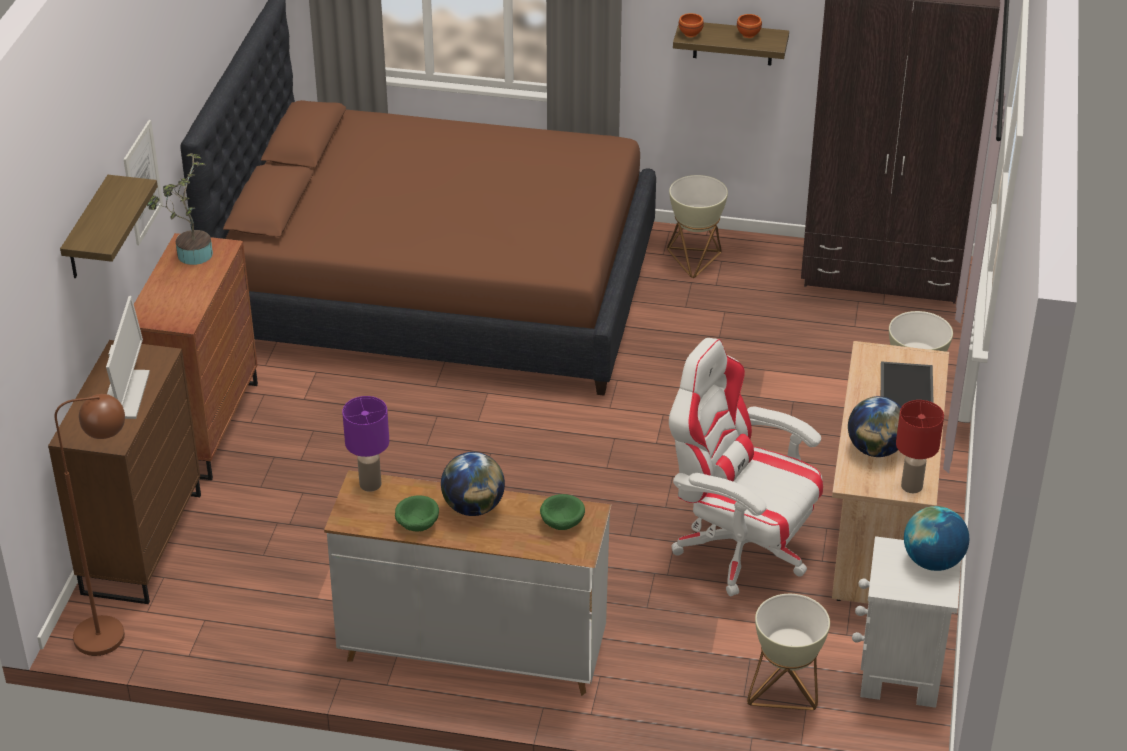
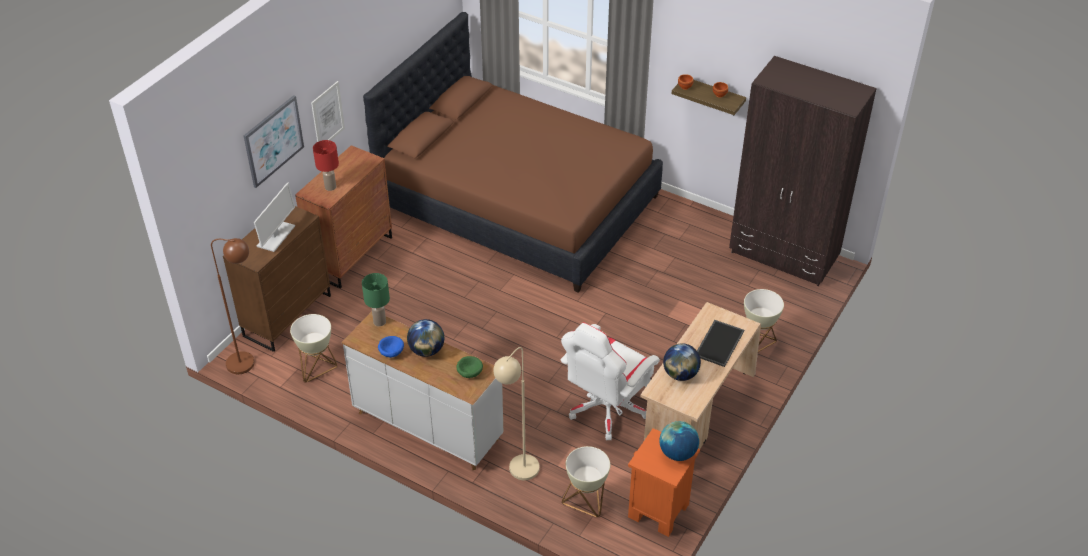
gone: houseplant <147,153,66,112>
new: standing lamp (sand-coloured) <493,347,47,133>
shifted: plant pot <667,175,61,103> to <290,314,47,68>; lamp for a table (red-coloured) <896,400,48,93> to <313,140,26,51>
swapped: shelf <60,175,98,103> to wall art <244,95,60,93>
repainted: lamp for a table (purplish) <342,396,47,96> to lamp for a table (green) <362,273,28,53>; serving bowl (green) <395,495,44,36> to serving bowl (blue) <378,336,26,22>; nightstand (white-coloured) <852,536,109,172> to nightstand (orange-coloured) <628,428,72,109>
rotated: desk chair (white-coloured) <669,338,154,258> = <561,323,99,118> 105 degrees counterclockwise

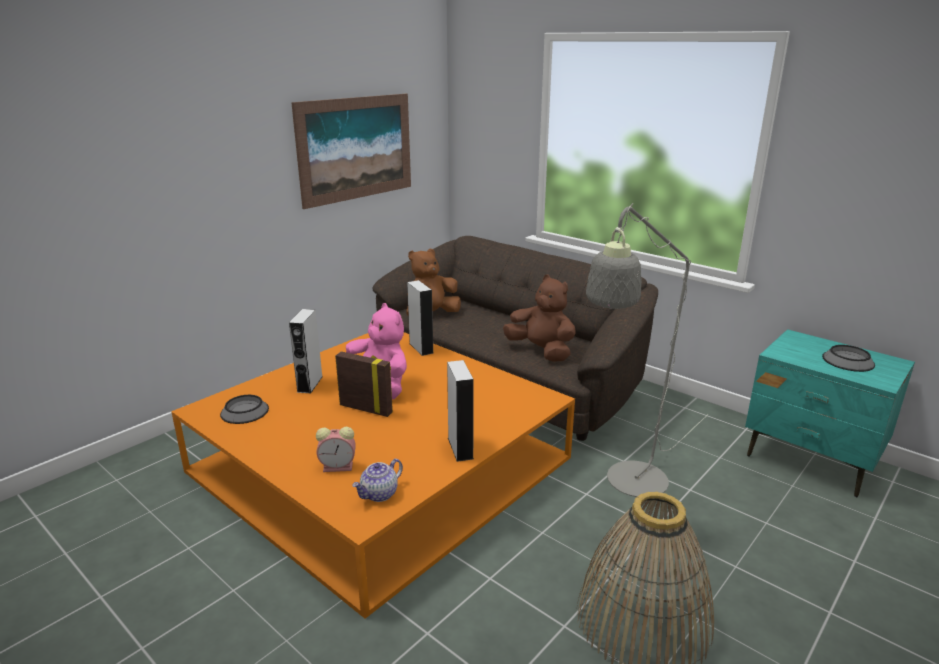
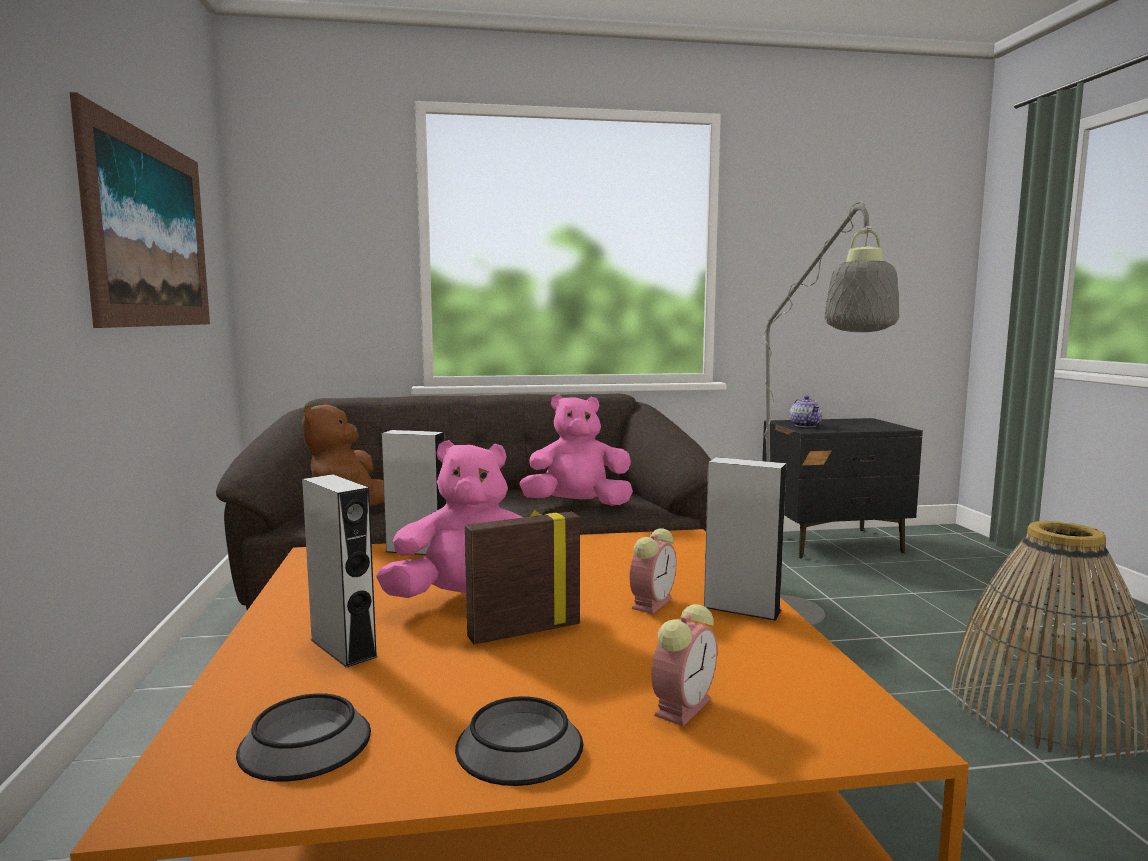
new: table clock <630,528,46,86>
shifted: serving bowl <822,345,53,27> to <455,696,128,90>; pot for tea <352,459,51,43> to <790,396,32,31>
repainted: plush toy (brownish) <503,275,73,87> to plush toy (pinkish) <519,395,114,111>; nightstand (turquoise) <745,329,170,168> to nightstand (blackish) <762,418,161,140>

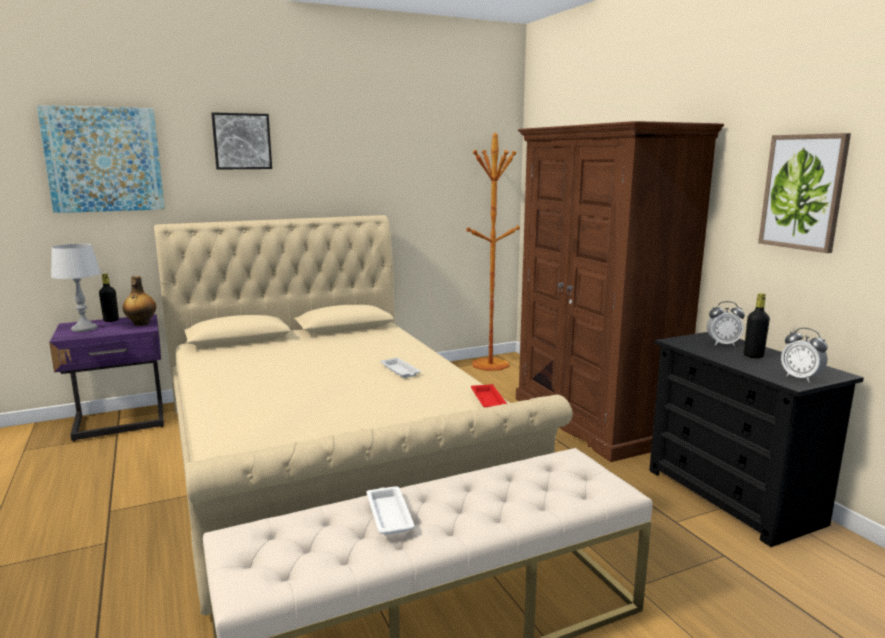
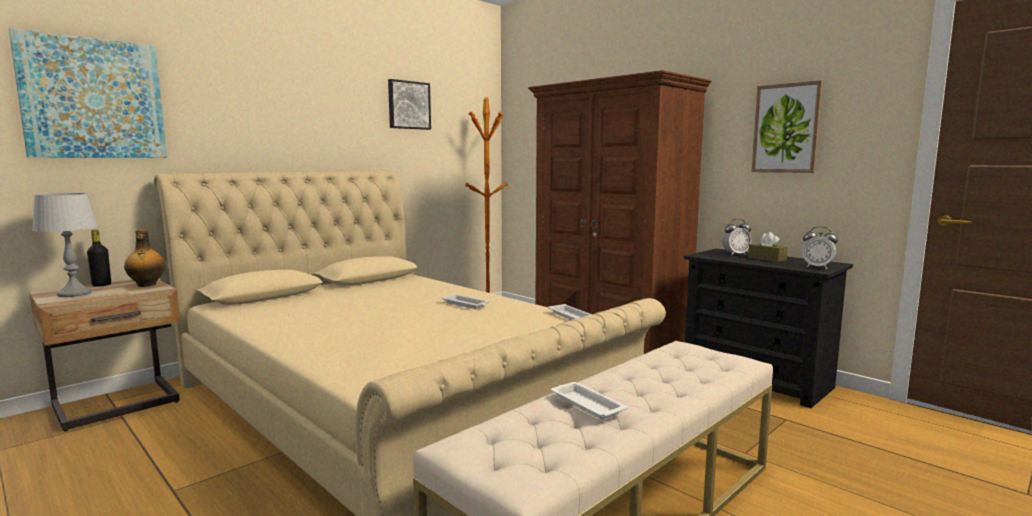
shifted: wall art <211,112,61,58> to <388,79,43,51>
swapped: drink bottle (blackish) <744,293,26,65> to box of tissues (brownish) <748,232,40,30>
repainted: nightstand (purplish) <49,314,115,127> to nightstand (sand-coloured) <29,279,151,153>; serving tray (red-coloured) <471,384,36,23> to serving tray (white-coloured) <548,304,43,16>

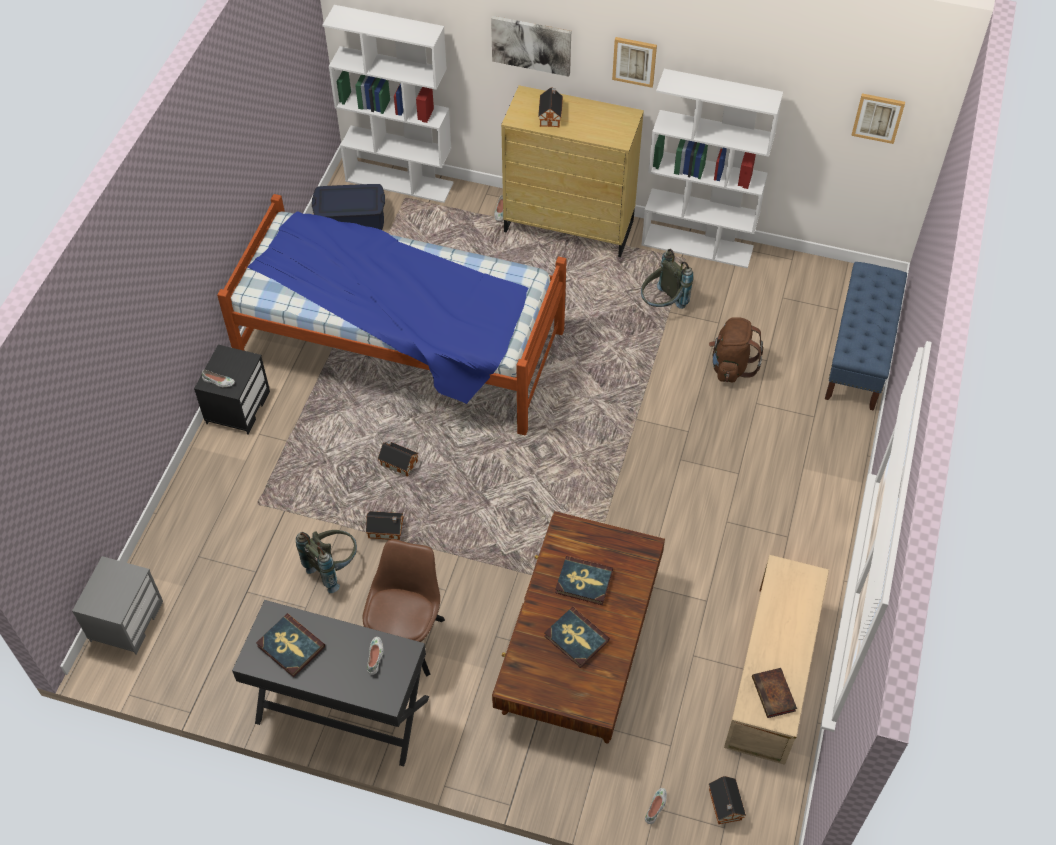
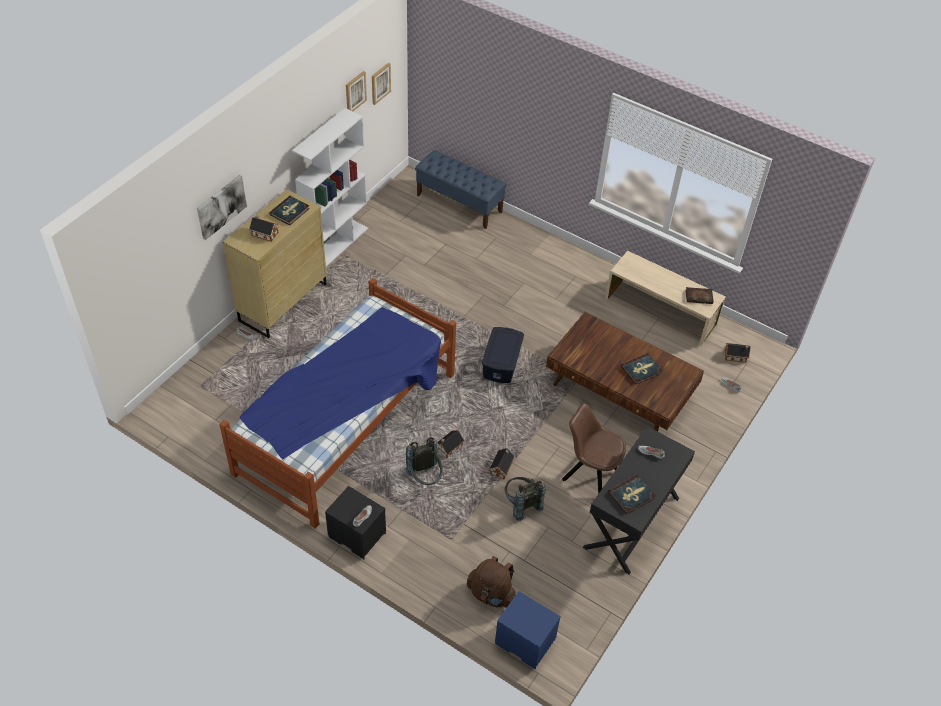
gone: bookcase (white-coloured) <323,5,131,198>
shifted: bound book <555,556,58,49> to <269,196,40,30>; wall art <612,37,45,51> to <346,71,21,40>; knapsack (gray) <641,249,52,60> to <404,437,39,48>; knapsack (brownish) <709,317,54,66> to <467,556,49,52>; storage box (blue) <312,184,73,46> to <482,327,42,56>
repainted: nightstand (gray) <72,556,91,99> to nightstand (blue) <495,591,66,78>

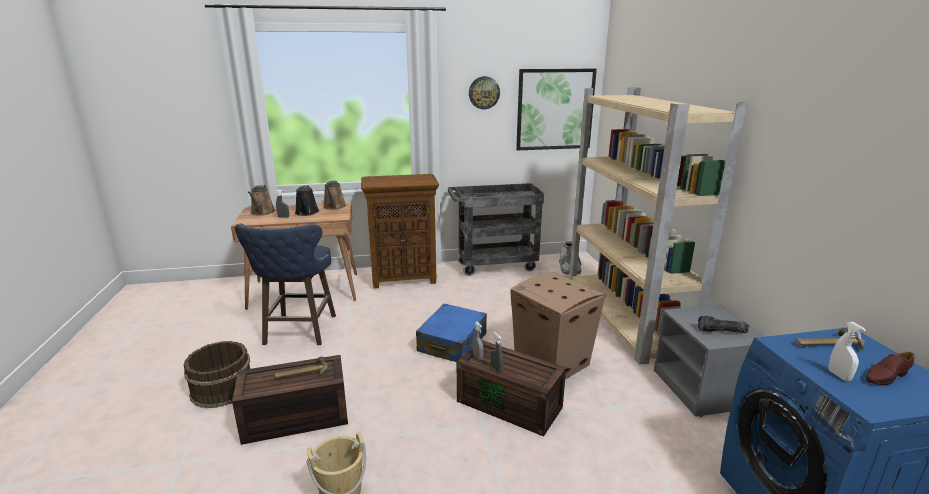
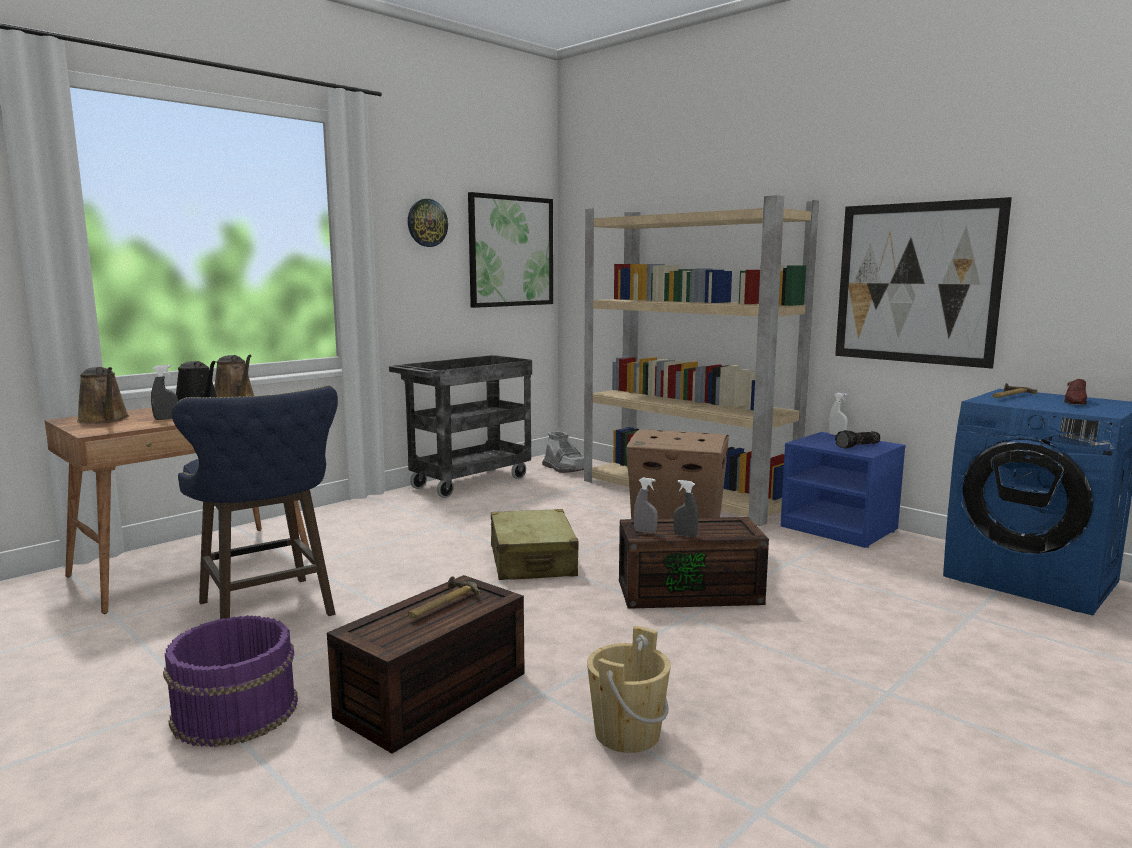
gone: cupboard (brownish) <361,174,78,114>
new: wall art <835,197,177,172>
shifted: spray bottle (white-coloured) <829,322,37,59> to <829,393,19,42>
repainted: pail (brownish) <184,341,66,67> to pail (purplish) <163,615,135,132>; travel case (blue) <416,303,71,59> to travel case (sand-coloured) <491,509,88,71>; nightstand (gray) <654,304,112,113> to nightstand (blue) <780,432,126,116>

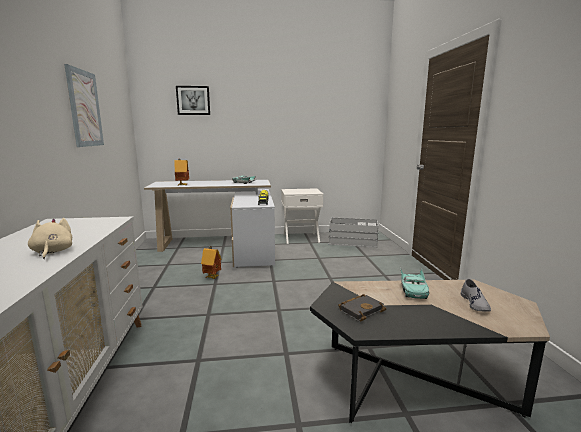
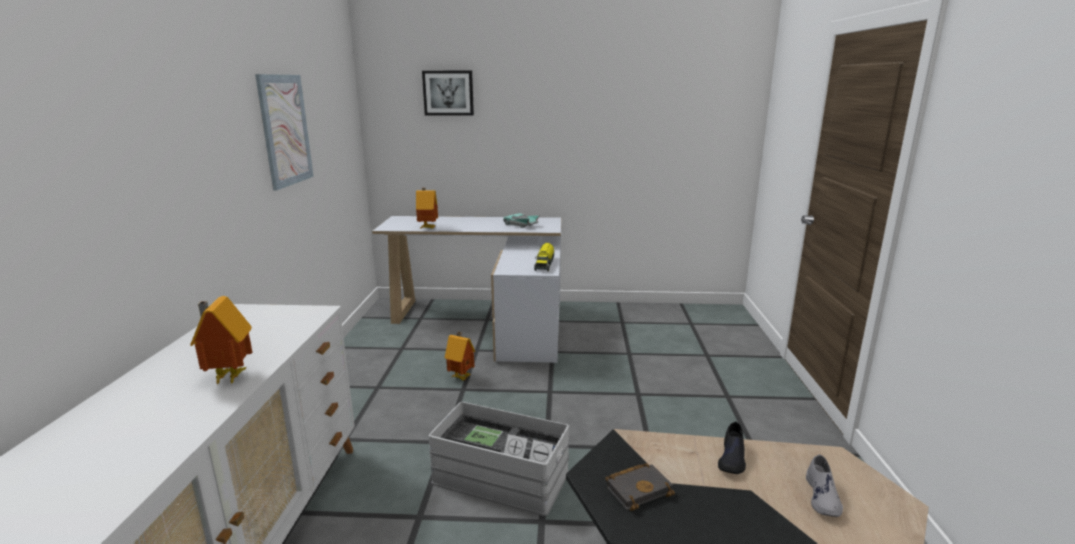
gone: nightstand (white-coloured) <281,188,42,56>
shifted: storage box (gray) <329,218,50,30> to <429,402,140,114>
swapped: plush toy (sand-coloured) <28,218,44,41> to toy house <190,296,63,89>; miniature car (turquoise) <400,266,29,33> to shoe (blackish) <718,421,28,53>

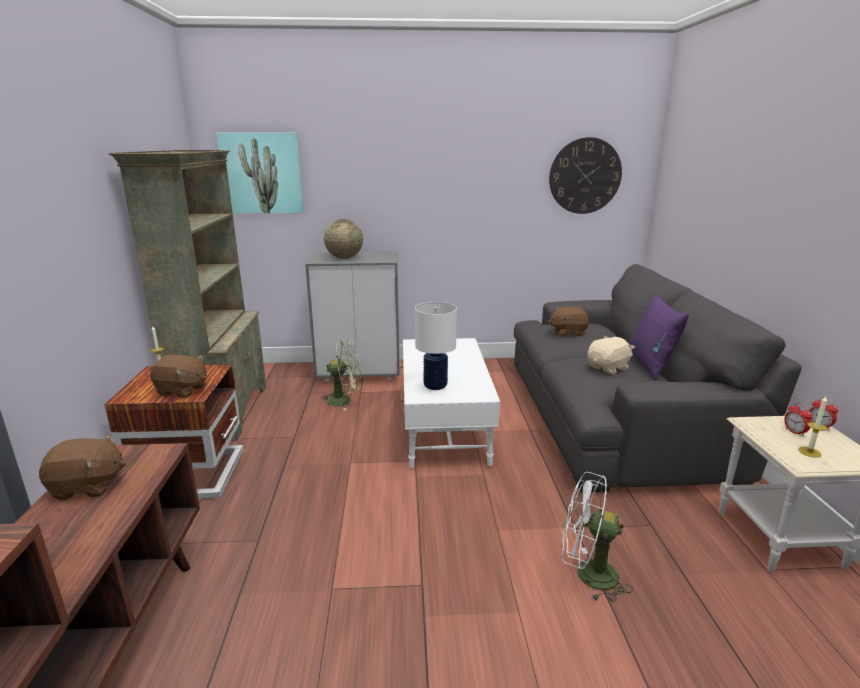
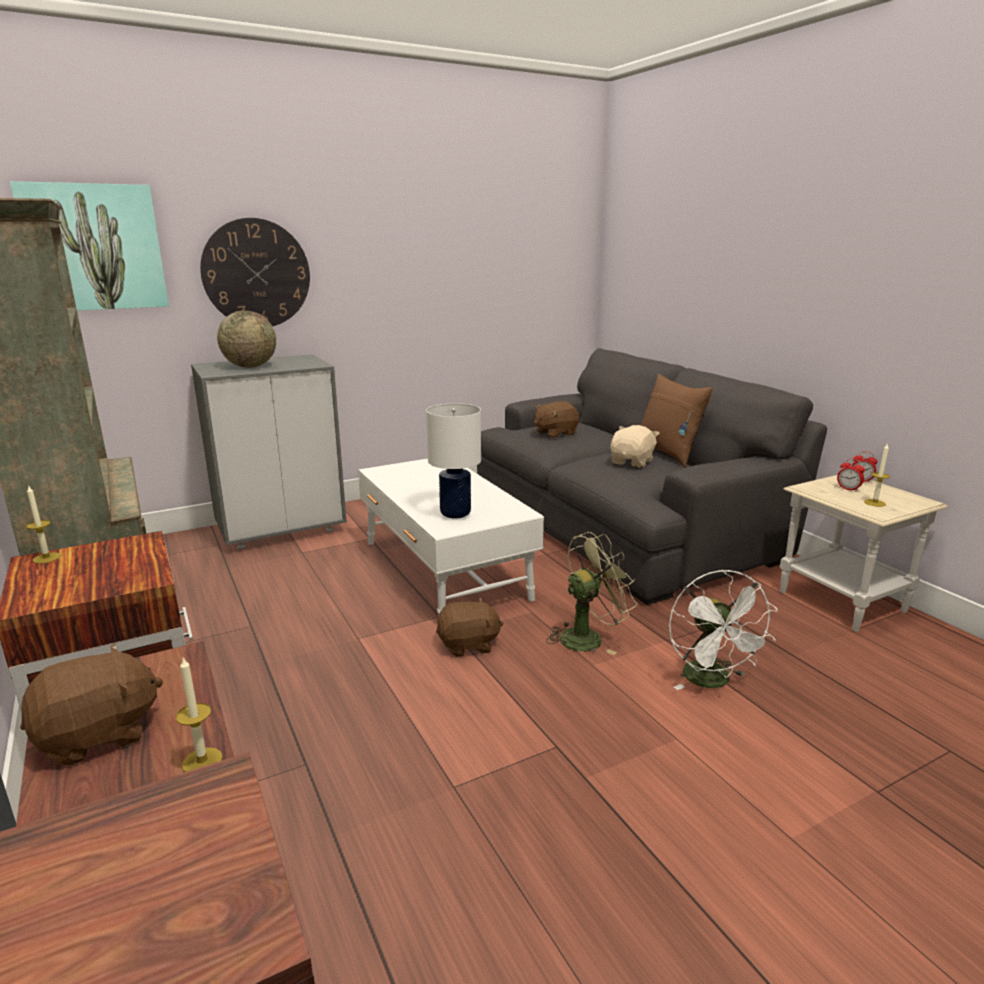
new: wax light <176,657,47,115>
shifted: hanging clock <549,137,73,77> to <200,218,110,108>; plush toy (brownish) <150,354,57,44> to <436,597,68,60>; cooling fan (green) <320,339,41,72> to <546,532,91,123>
repainted: cushion (purplish) <629,294,60,86> to cushion (brownish) <641,374,72,93>
rotated: cooling fan (white-coloured) <562,472,71,130> = <669,570,109,120> 90 degrees counterclockwise

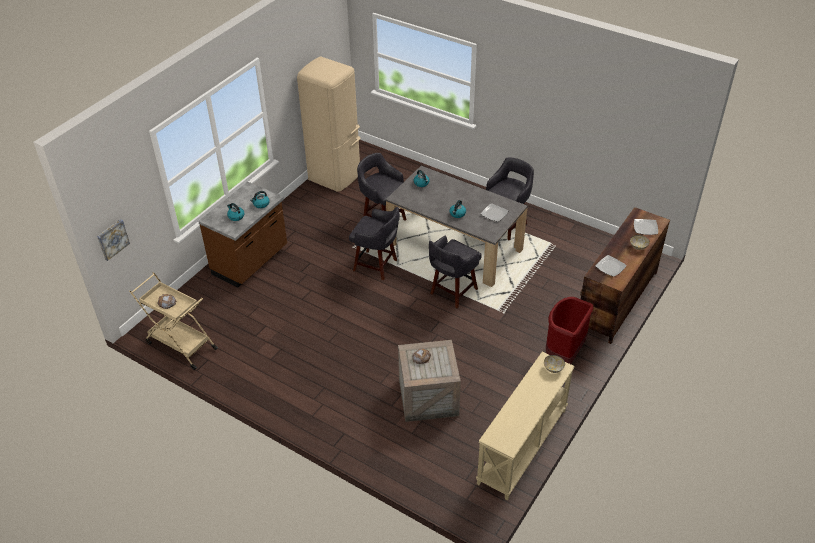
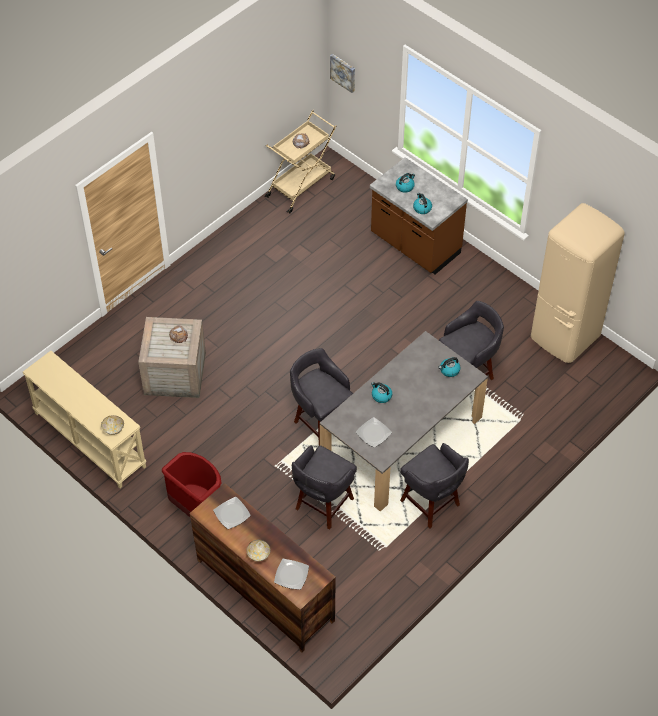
shifted: sitting stool (gray) <349,207,51,73> to <292,445,65,85>

